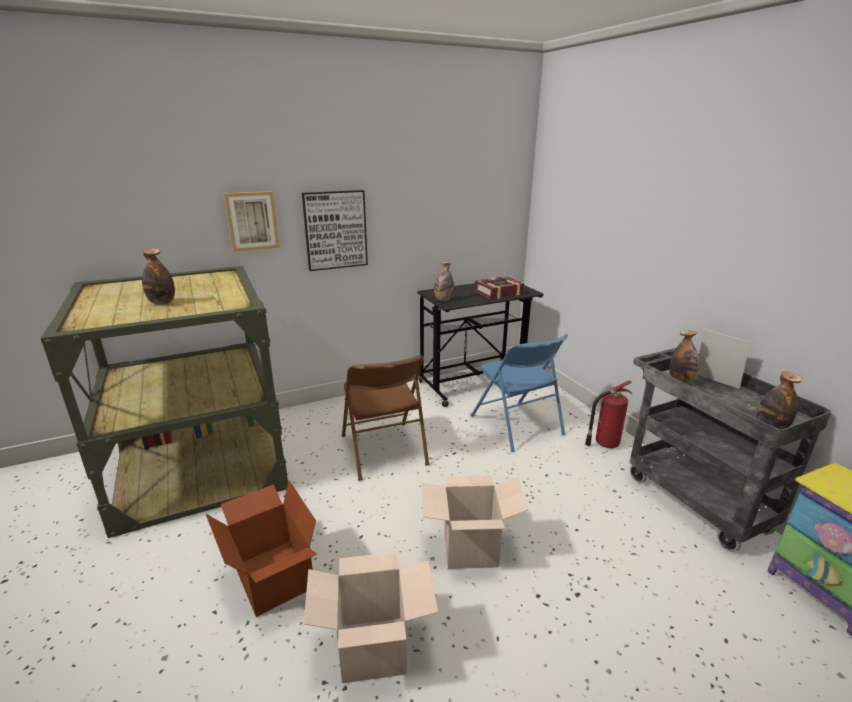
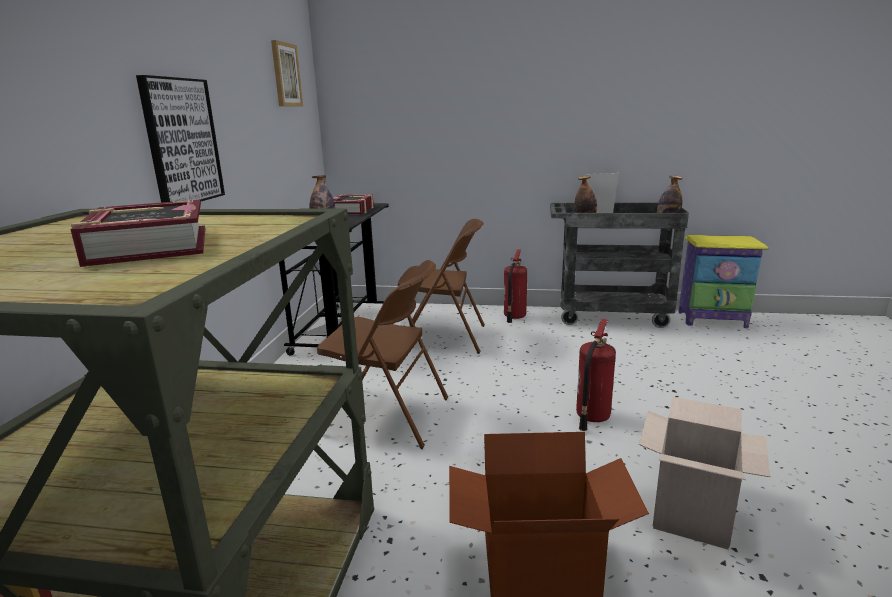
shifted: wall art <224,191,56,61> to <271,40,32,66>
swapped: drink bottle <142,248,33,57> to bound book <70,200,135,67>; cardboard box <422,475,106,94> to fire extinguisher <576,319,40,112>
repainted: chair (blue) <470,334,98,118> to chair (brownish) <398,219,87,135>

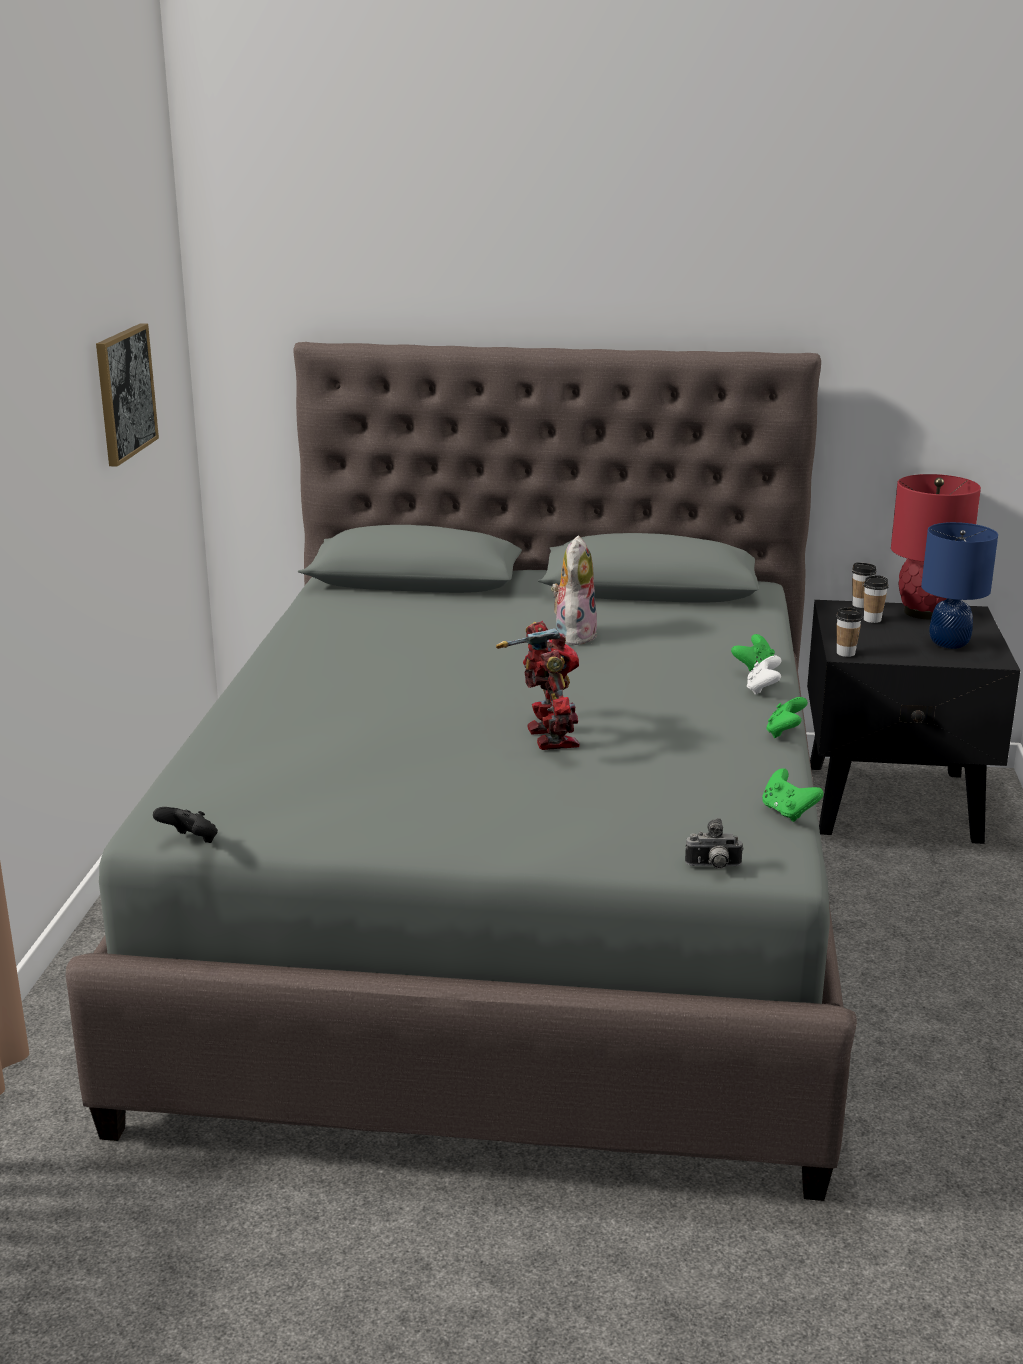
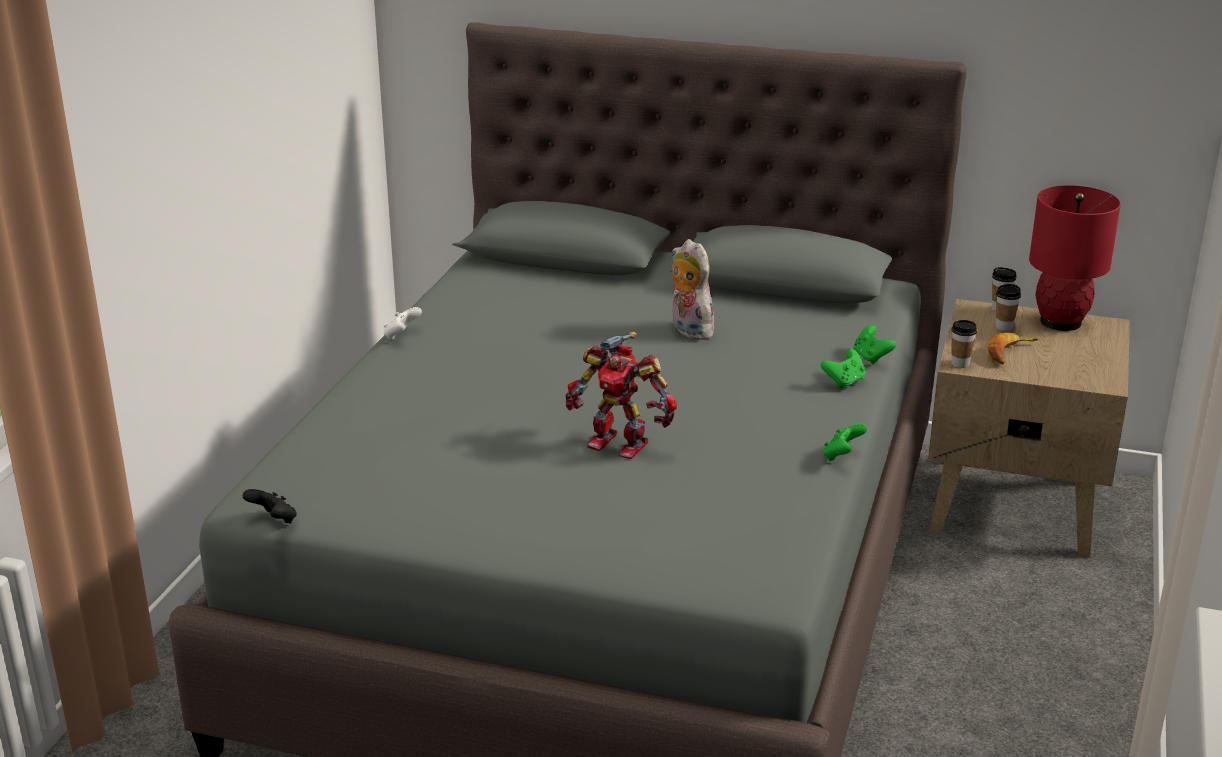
gone: wall art <96,323,63,144>; photo camera <685,818,58,51>; lamp for a table (blue) <921,522,77,127>
new: banana fruit <988,333,50,31>
shifted: gamepad (white-coloured) <747,655,35,40> to <384,307,38,34>; gamepad (green) <762,768,62,54> to <853,325,43,39>
repainted: nightstand (blackish) <807,600,213,244> to nightstand (sand-coloured) <928,299,202,258>
rotated: model robot <496,621,84,129> = <565,332,112,127> 120 degrees clockwise; plush toy <551,536,46,109> = <671,239,48,101> 60 degrees counterclockwise

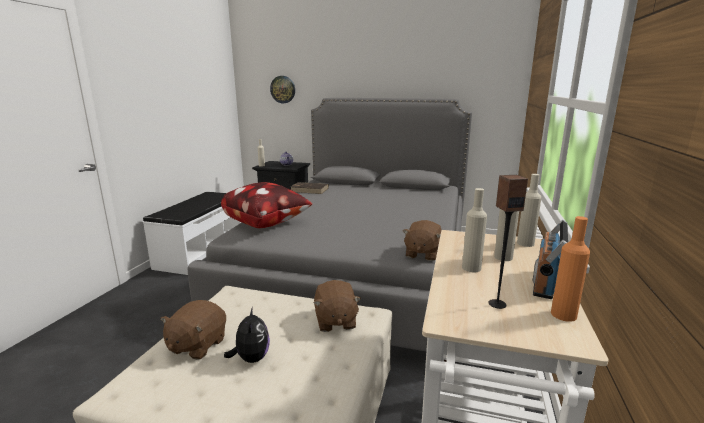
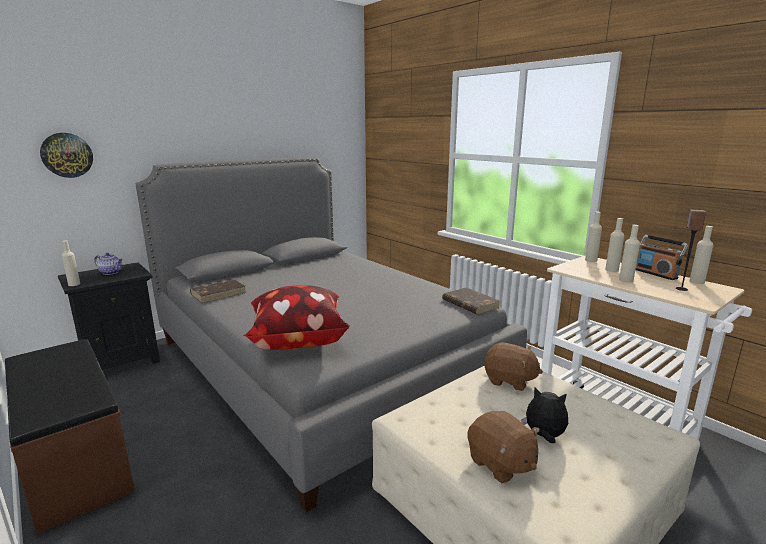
swapped: plush toy (brownish) <403,220,39,41> to bound book (brownish) <442,287,58,28>
repainted: long seat (white-coloured) <143,192,98,83> to long seat (brownish) <5,339,130,195>; drink bottle (orange-coloured) <551,216,39,106> to drink bottle (sand-coloured) <689,226,24,58>

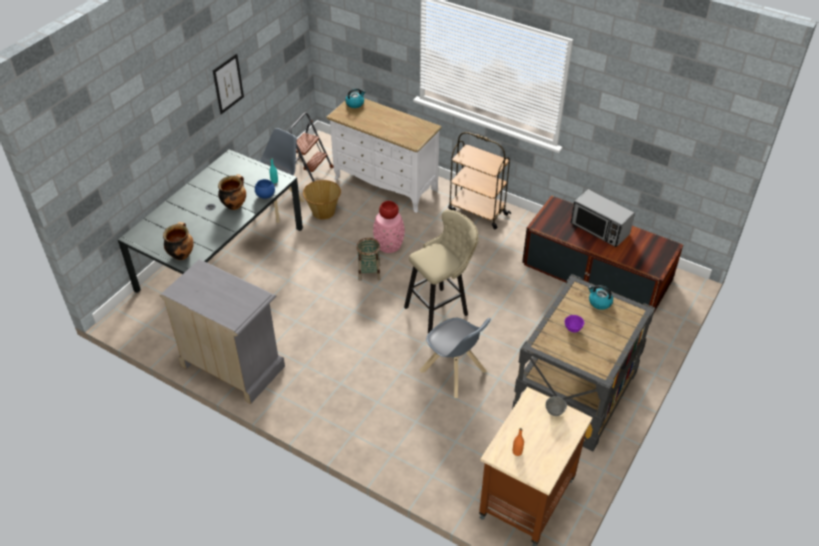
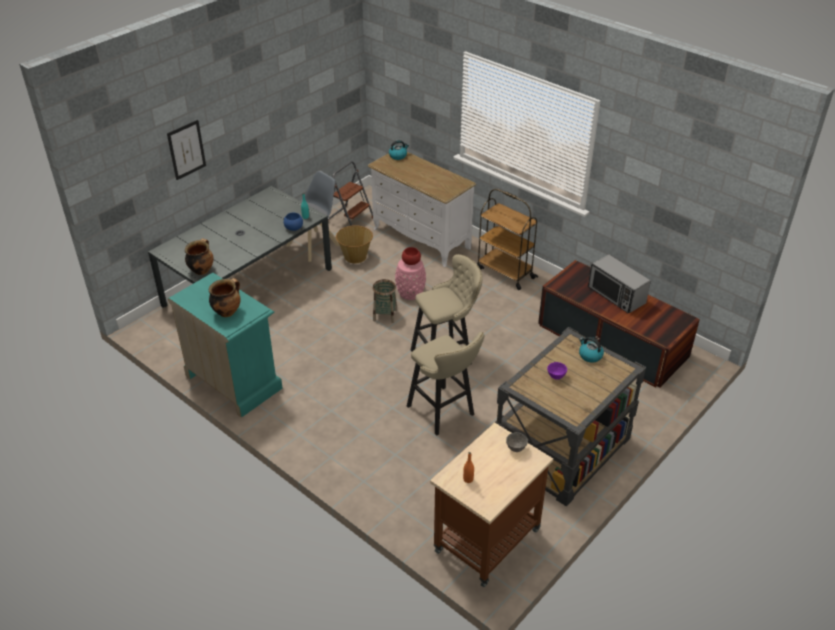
shifted: wall art <213,53,31,61> to <167,120,39,60>; saucepot <218,174,28,36> to <209,278,32,39>
swapped: chair (gray) <420,318,71,80> to sitting stool (sand-coloured) <407,332,77,104>
repainted: chest of drawers (gray) <160,259,125,145> to chest of drawers (turquoise) <167,273,116,145>

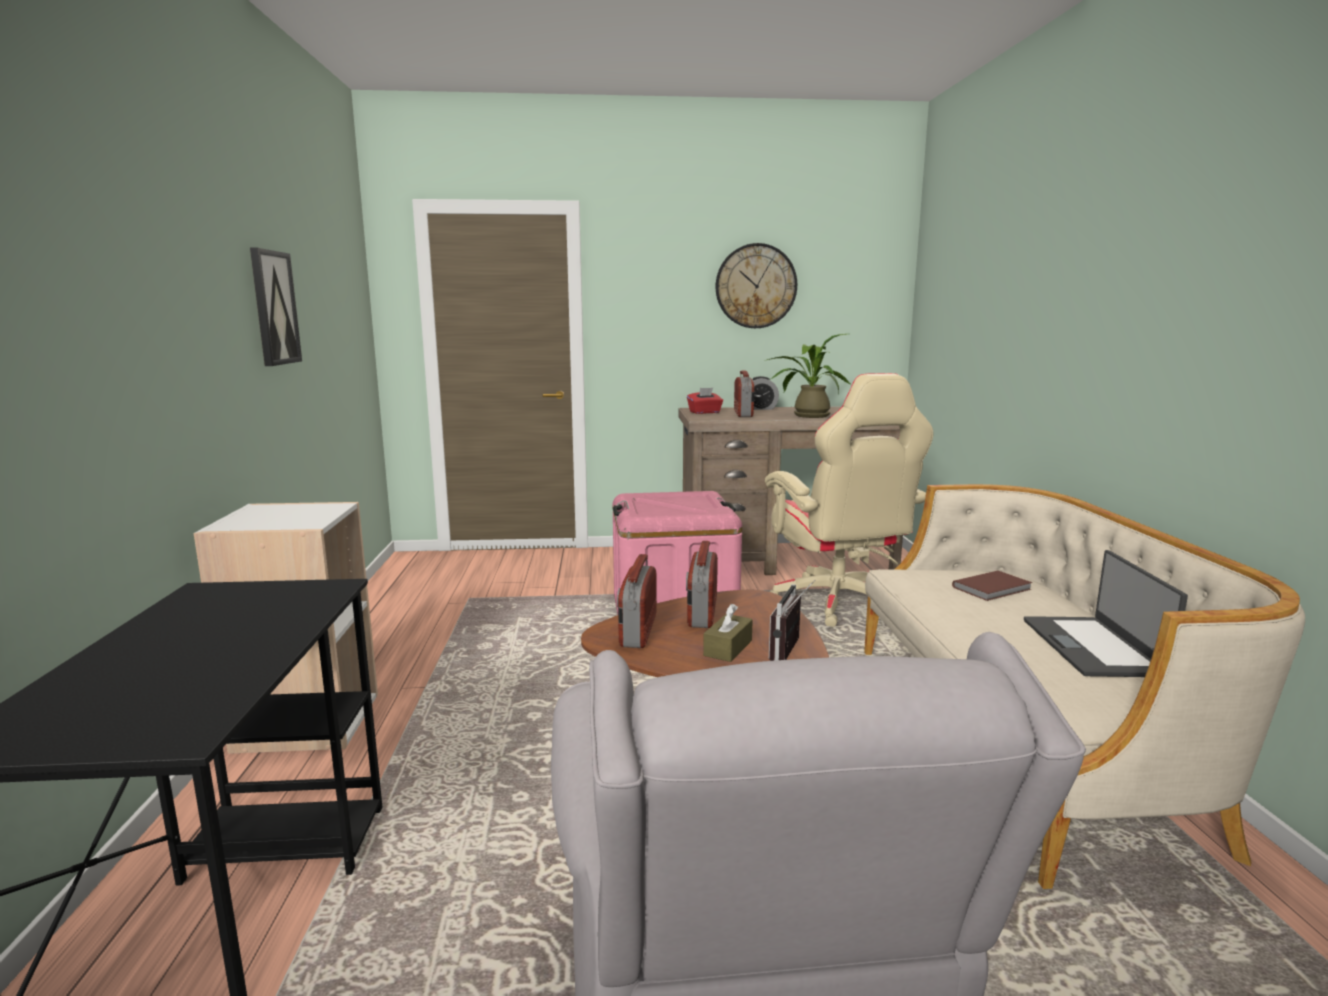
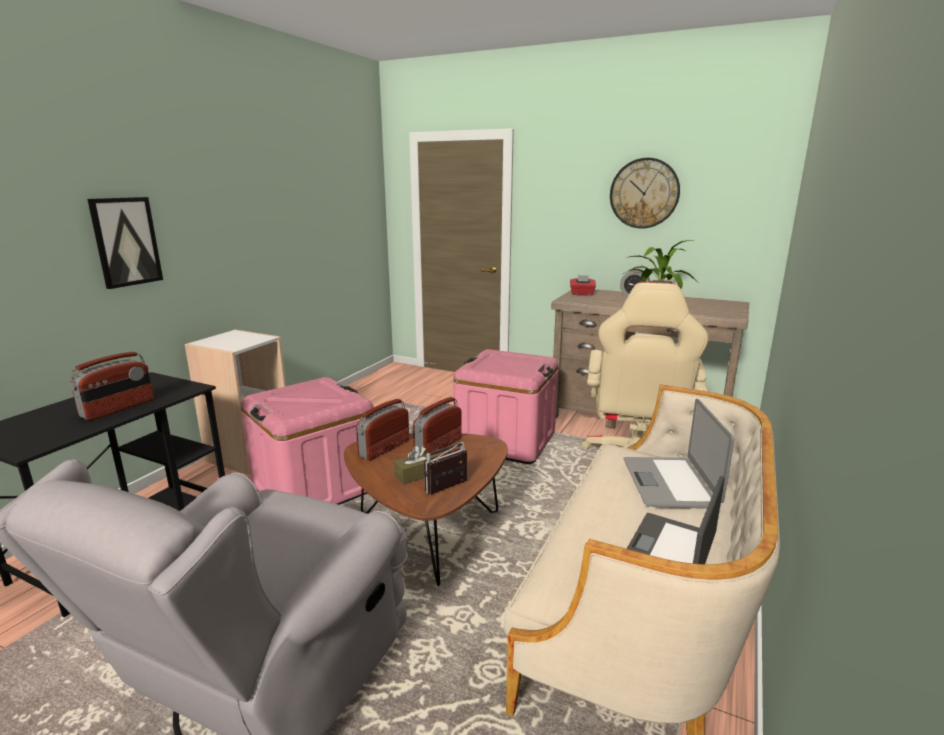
new: storage box (pinkish) <241,377,133,128>
shifted: radio <734,371,20,46> to <70,352,83,68>; wall art <250,248,52,118> to <87,197,76,92>
swapped: bound book (brownish) <952,571,81,30> to notebook computer <624,399,110,110>

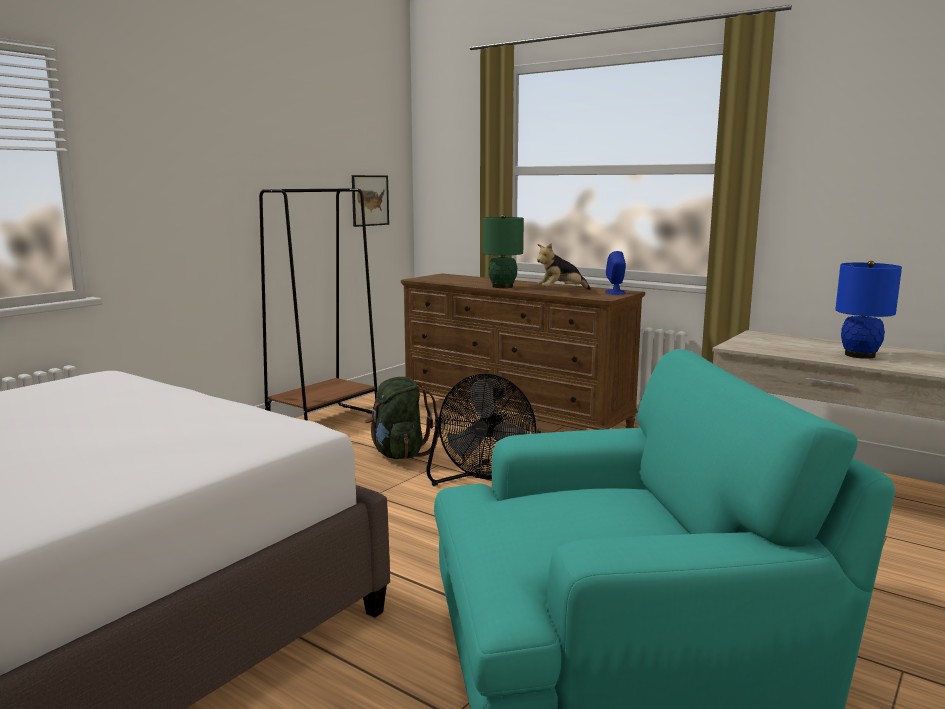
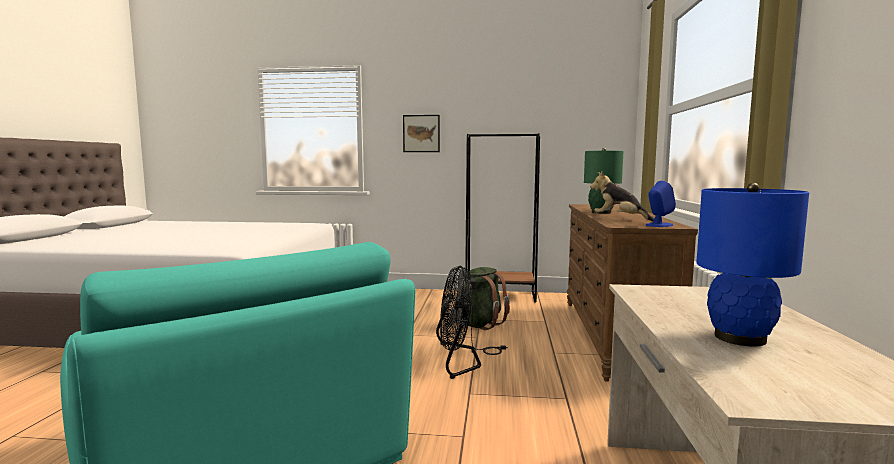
shifted: wall art <352,175,37,52> to <403,115,37,37>

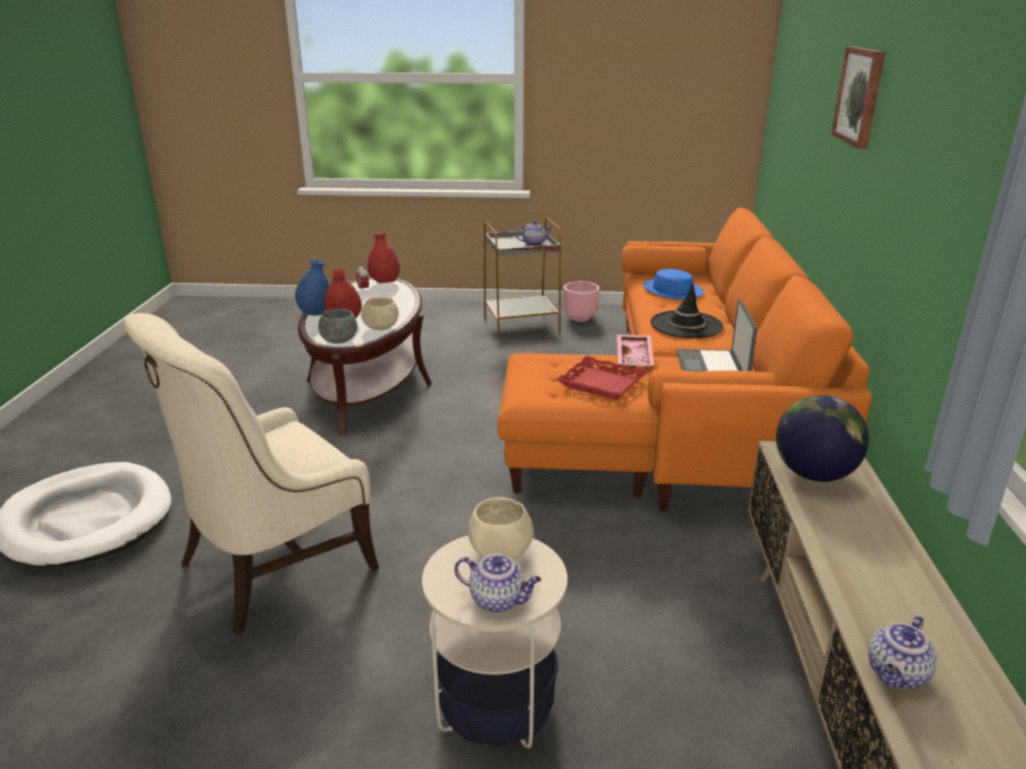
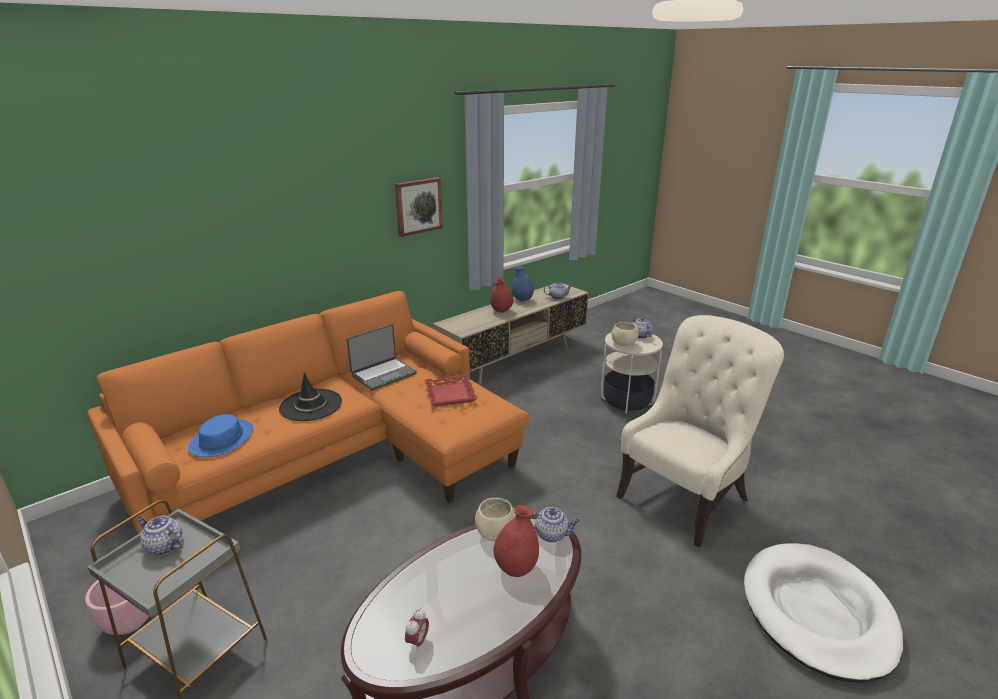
gone: serving tray (pinkish) <617,335,37,33>; world globe <776,395,93,87>
shifted: wall art <831,46,54,103> to <395,177,48,60>; decorative vase (red-coloured) <368,233,32,50> to <490,277,23,35>; decorative vase (blue) <295,260,34,56> to <512,266,22,35>
swapped: serving bowl (gray) <318,309,39,35> to pot for tea <533,507,47,35>
rotated: lounge chair (sand-coloured) <124,313,255,322> = <616,315,168,233> 45 degrees counterclockwise

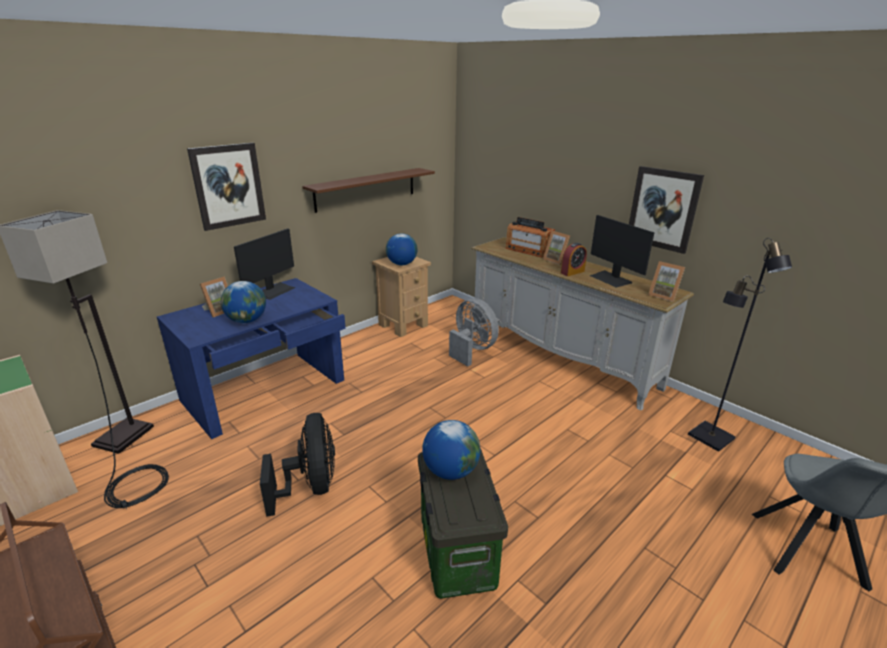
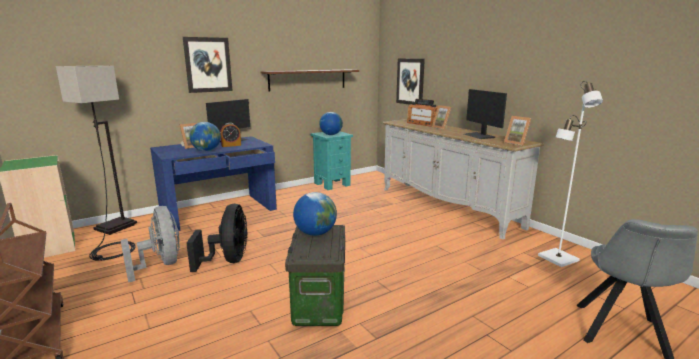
shifted: cooling fan (gray) <449,298,50,68> to <121,206,59,77>; table clock <561,243,26,33> to <220,123,21,24>; wall art <629,166,75,88> to <396,59,29,46>
repainted: nightstand (sand-coloured) <372,257,59,80> to nightstand (turquoise) <311,131,42,59>; standing lamp (blackish) <688,238,104,214> to standing lamp (white-coloured) <538,81,65,186>

